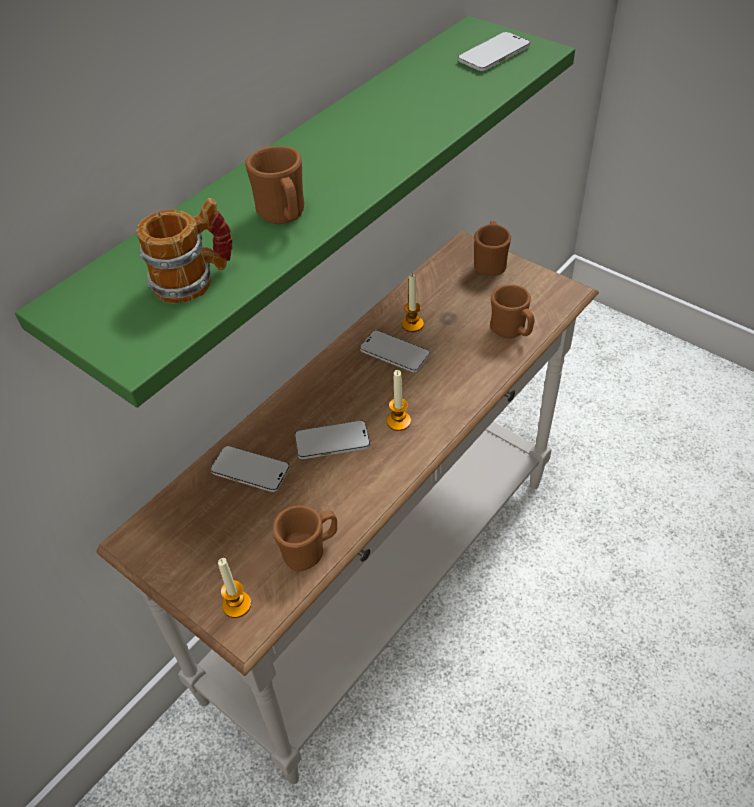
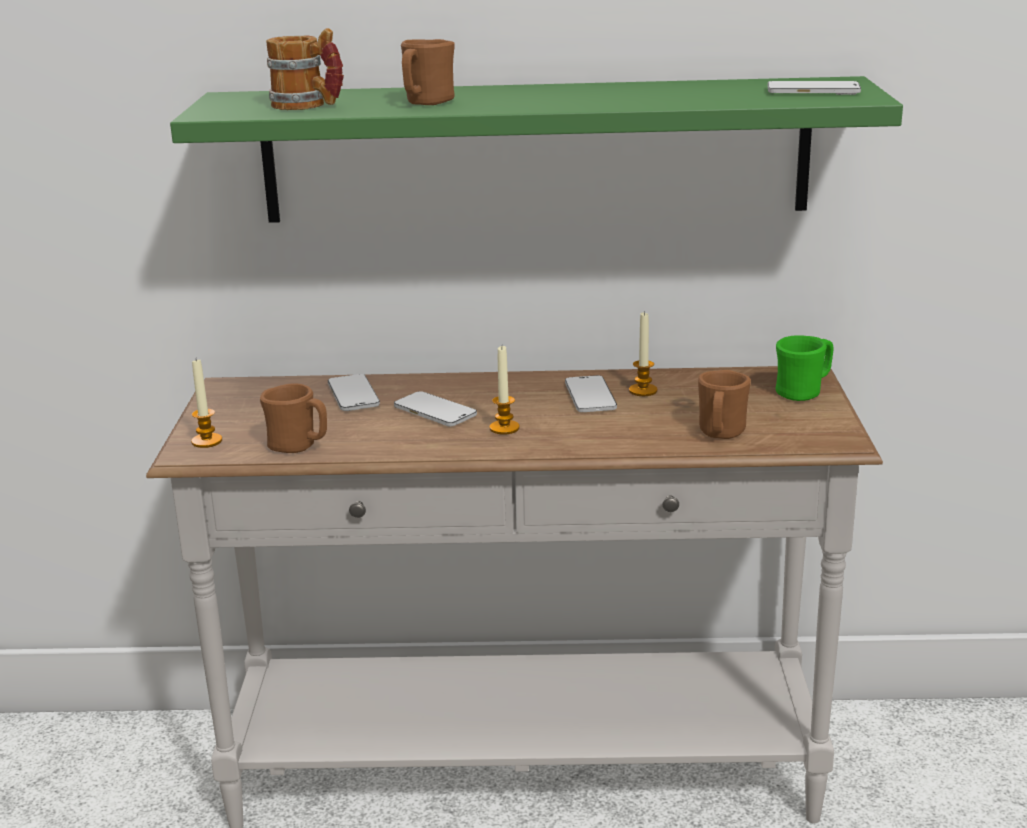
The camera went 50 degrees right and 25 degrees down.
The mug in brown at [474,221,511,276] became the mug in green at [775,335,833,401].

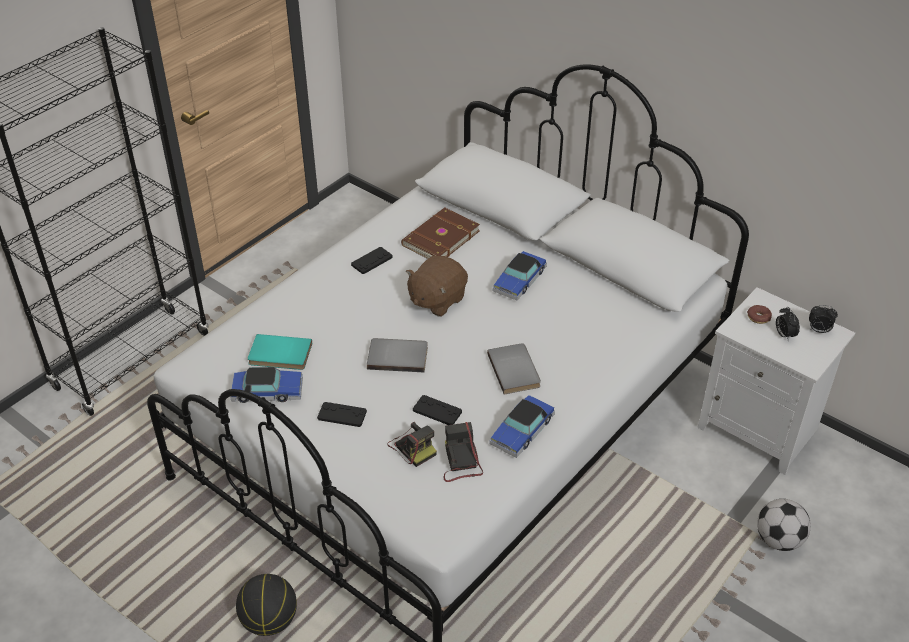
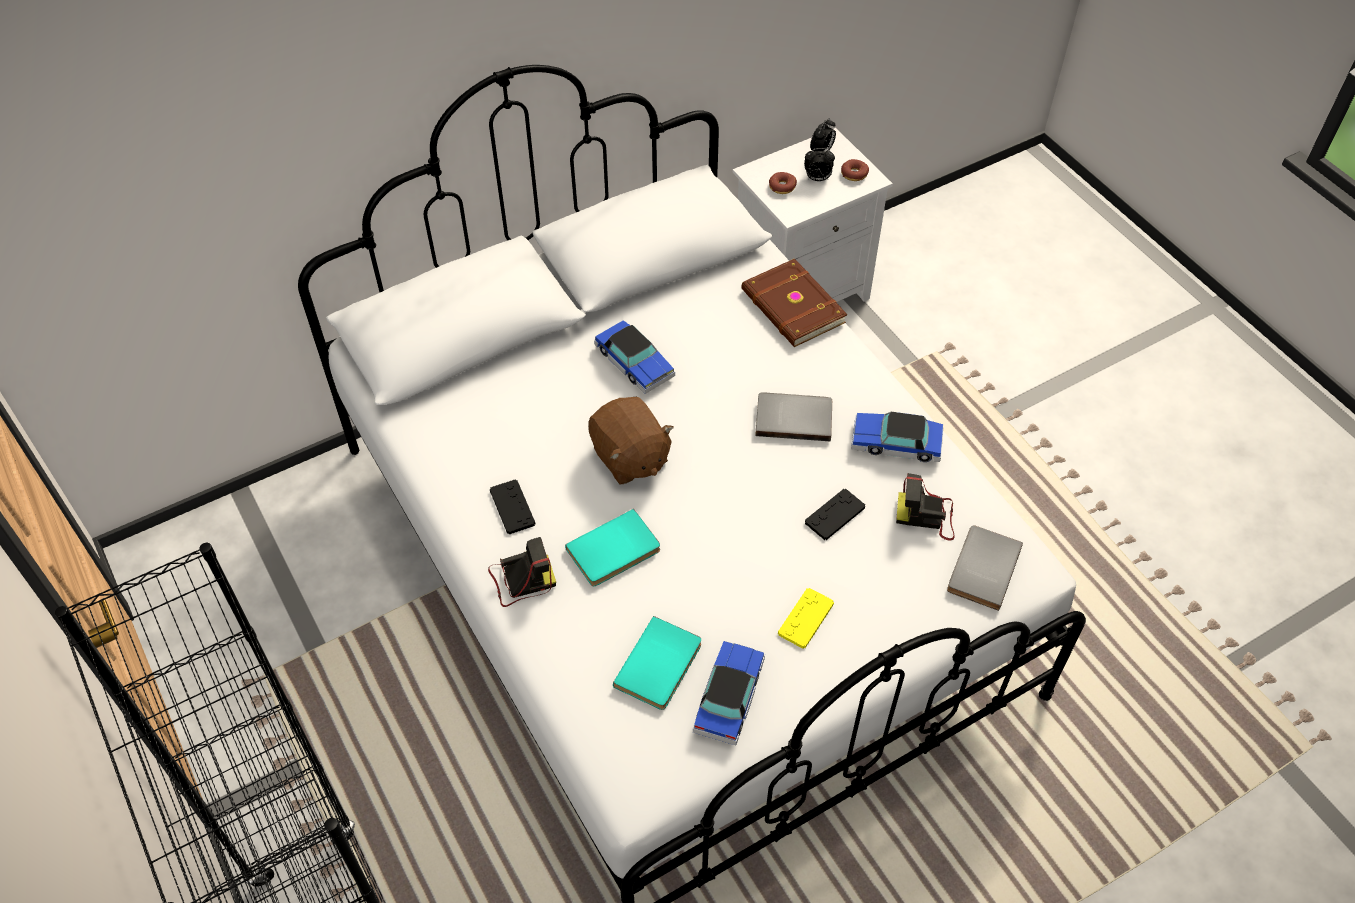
The camera went 70 degrees left and 10 degrees up.
The basketball at [236,574,297,636] disappeared.
The game controller in black at [317,402,367,427] became the game controller in yellow at [778,588,834,649].
The book in grey moved from [367,338,428,372] to [947,525,1023,611].
The photo camera moved from [387,422,437,467] to [488,537,556,607].
The book in brown moved from [401,207,480,259] to [741,258,848,347].
The toy car at [489,395,555,458] turned 135 degrees clockwise.
The football at [757,499,811,551] disappeared.
The book in turquoise at [565,509,660,586] appeared.
The donut at [841,159,869,181] appeared.

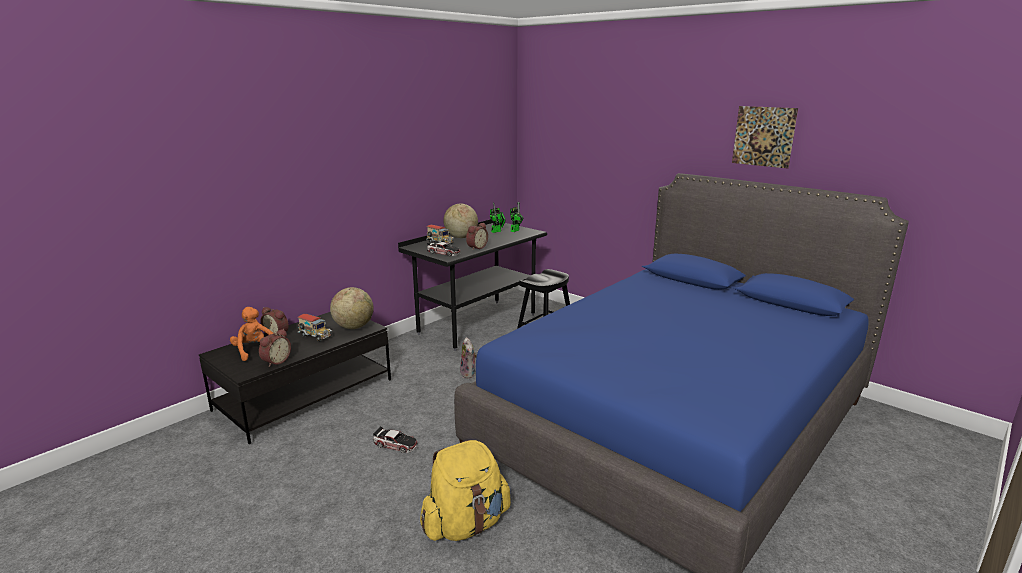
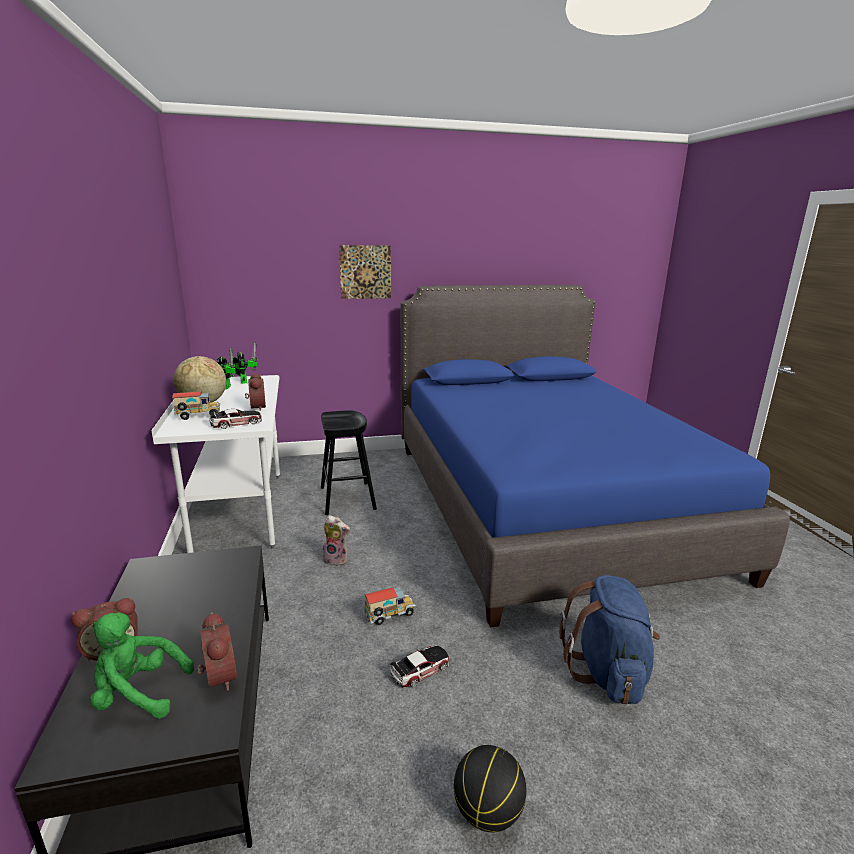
The camera went 55 degrees left and 0 degrees up.
The plush toy in orange at [230,307,273,361] became the plush toy in green at [90,613,194,719].
The toy truck moved from [297,314,332,342] to [365,587,416,625].
The globe at [330,287,374,329] disappeared.
The desk in black at [398,219,547,351] became the desk in white at [151,375,280,553].
The backpack in yellow at [420,440,511,541] became the backpack in blue at [560,575,660,704].
The picture moved from [732,106,798,168] to [339,245,391,299].
The basketball at [454,745,526,832] appeared.

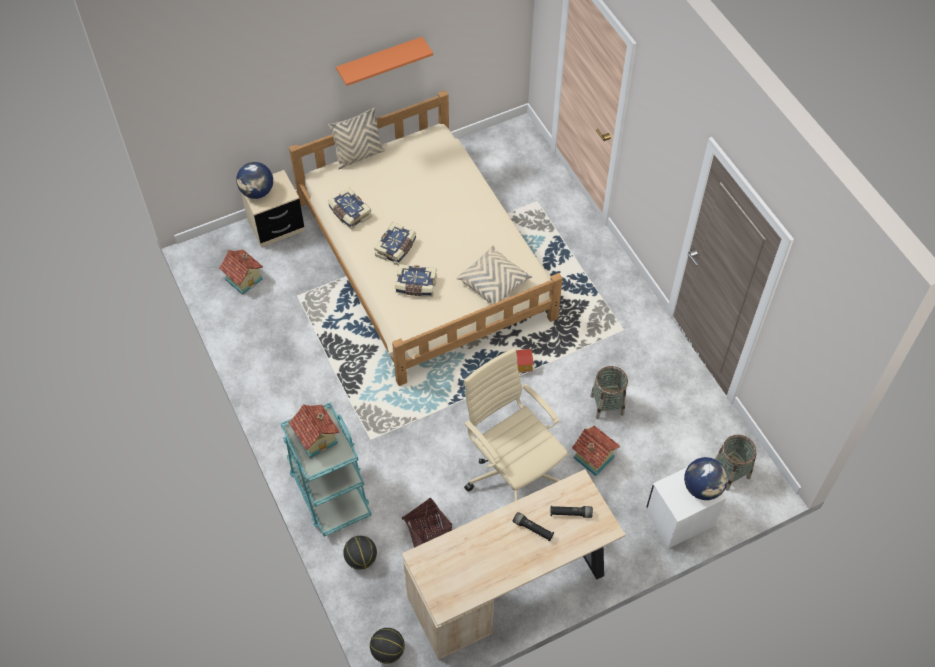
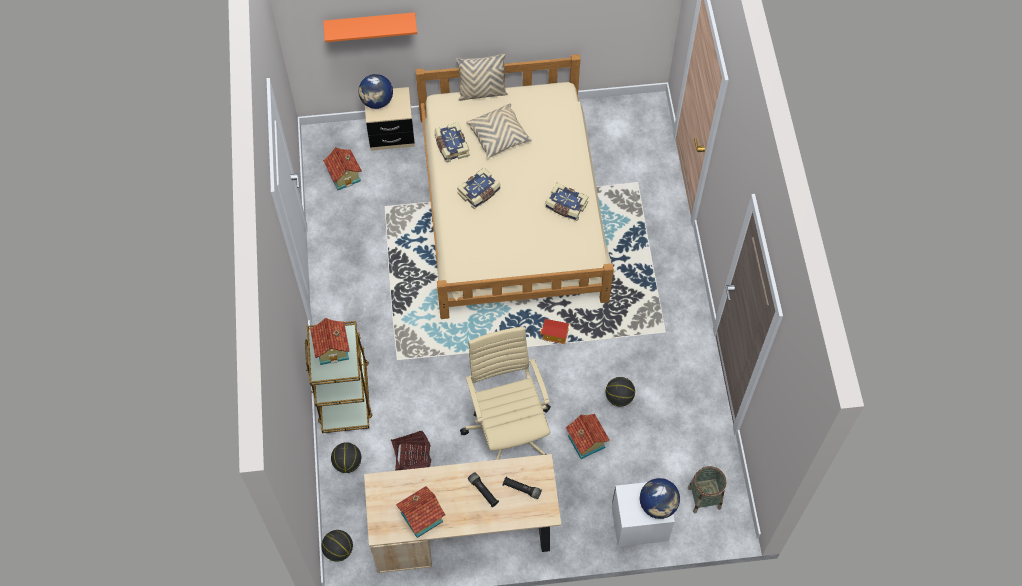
The camera went 20 degrees right and 5 degrees up.
The cart in turquoise at [281,403,371,537] became the cart in brown at [305,321,372,433].
The shelf in orange moved from [336,37,433,86] to [323,12,417,42].
The book moved from [395,264,437,297] to [545,183,589,221].
The pillow in beige moved from [456,246,533,304] to [466,104,532,159].
The basket at [590,366,628,419] was replaced by the basketball at [606,377,635,407].
The toy house at [396,486,445,538] appeared.

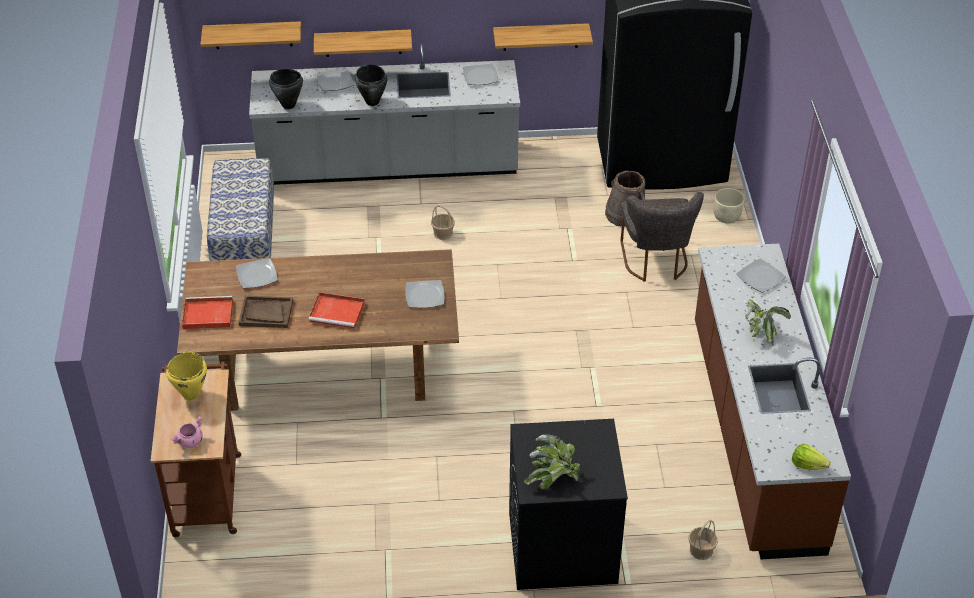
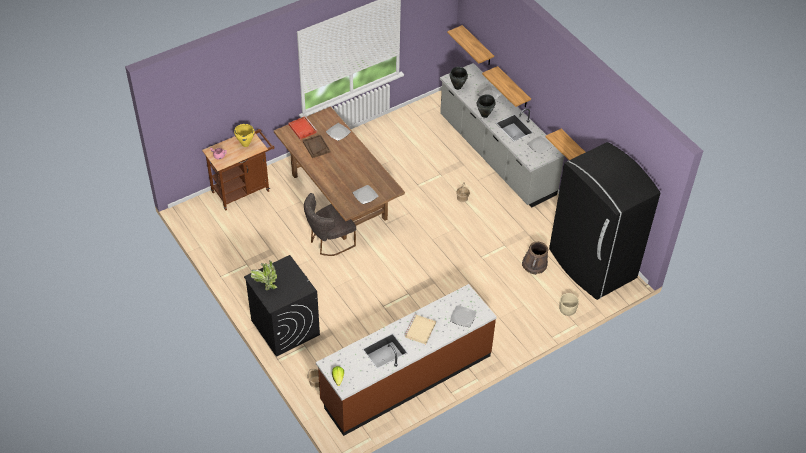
The camera went 60 degrees right and 5 degrees up.
The bench at [207,158,274,261] disappeared.
The tray in red at [308,292,365,329] disappeared.
The chair in grey moved from [620,192,704,282] to [304,193,356,256].
The potted plant at [746,300,791,347] was replaced by the tray in beige at [405,314,436,344].

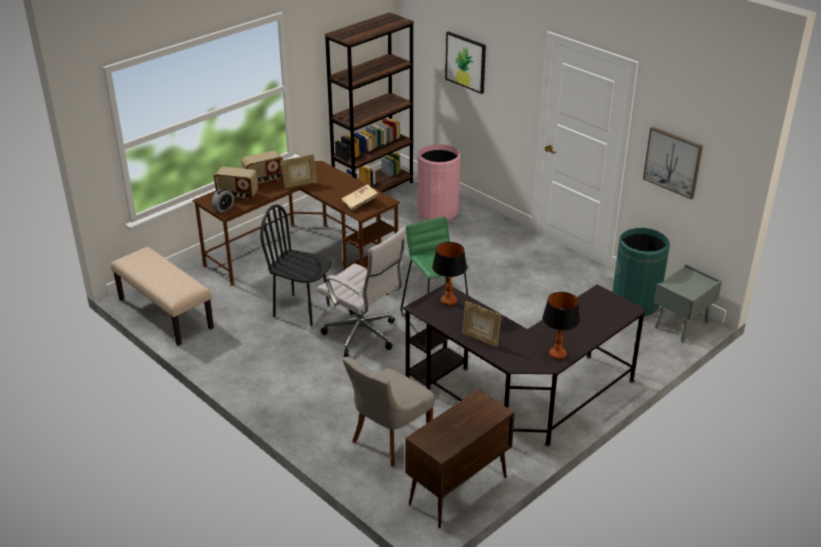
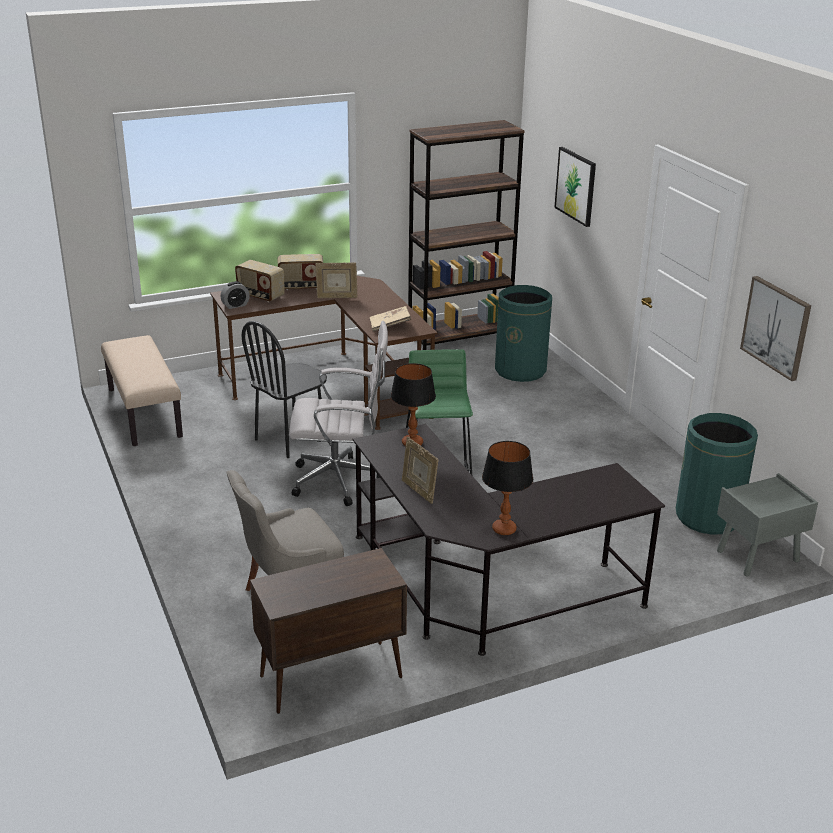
The camera went 20 degrees right and 5 degrees down.
The chair in black at [260,204,331,326] turned 90 degrees counterclockwise.
The office chair in white at [317,227,407,357] turned 60 degrees counterclockwise.
The trash can in pink at [418,144,461,221] became the trash can in green at [495,285,552,382].

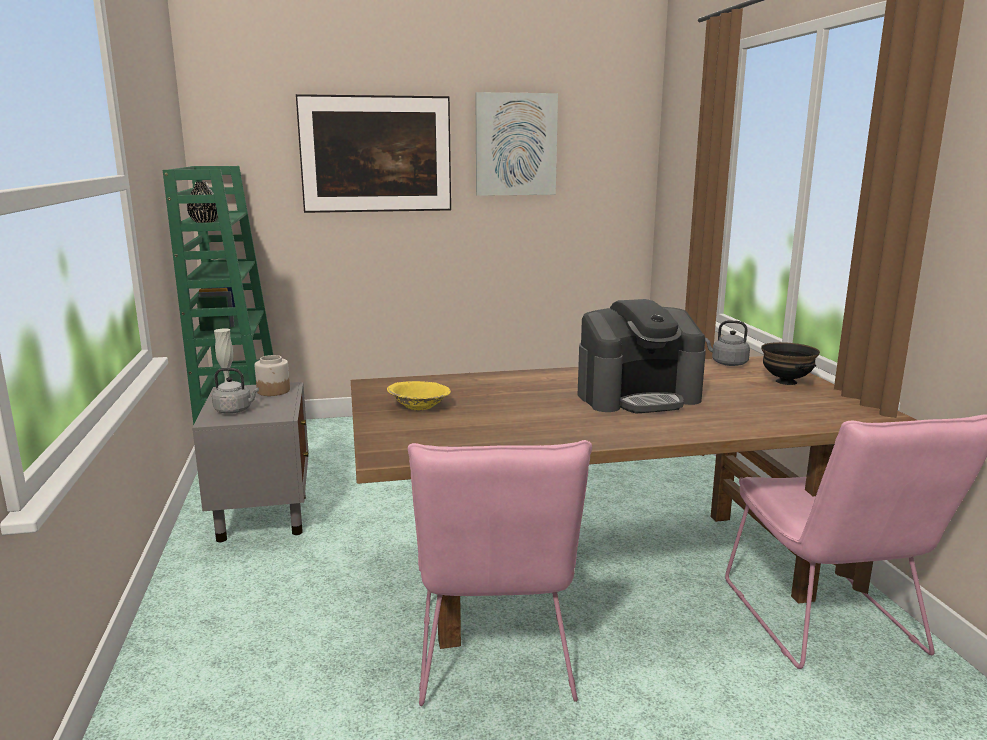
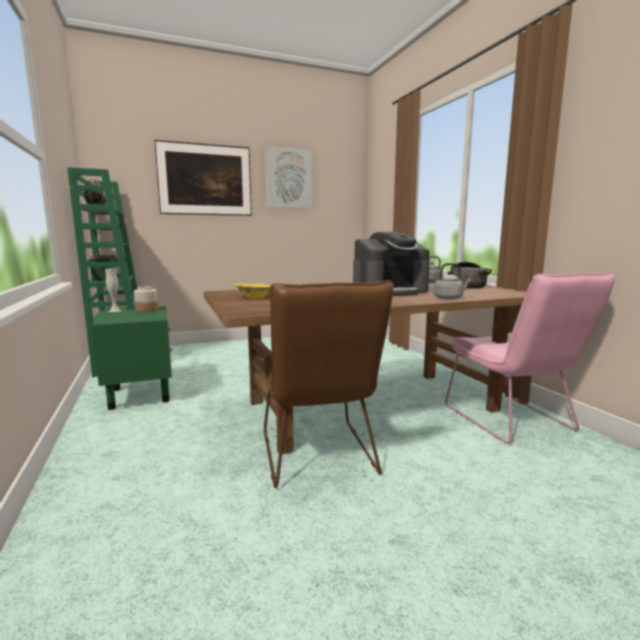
The camera went 10 degrees left and 5 degrees down.
The nightstand in grey at [192,382,309,542] became the nightstand in green at [92,306,172,410].
The kettle in grey moved from [212,368,259,414] to [434,263,471,300].
The chair in pink at [408,440,592,706] became the chair in brown at [263,280,394,488].
The bowl in black at [761,342,820,385] was replaced by the cooking pot at [451,262,491,289].

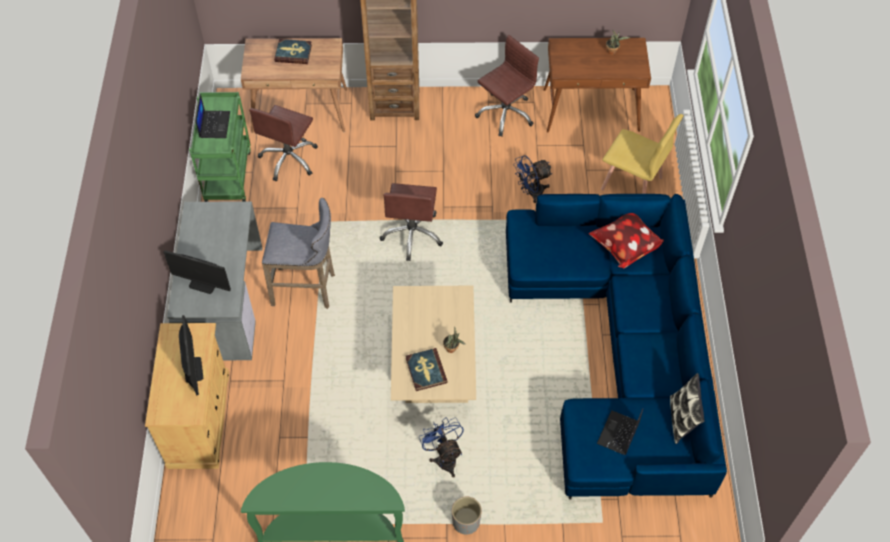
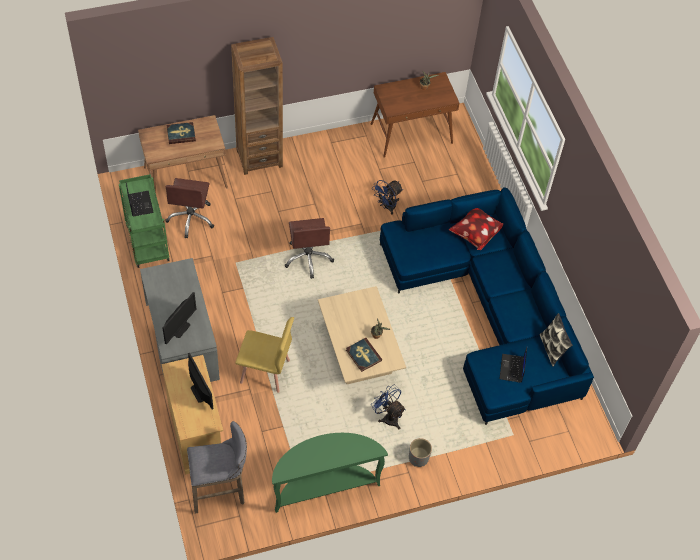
The camera went 20 degrees left and 0 degrees up.
The monitor at [164,250,231,294] turned 60 degrees counterclockwise.
The stool in grey moved from [262,198,335,309] to [187,421,247,513].
The office chair in brown at [475,35,539,137] disappeared.
The chair in yellow moved from [601,114,684,194] to [235,317,294,393].

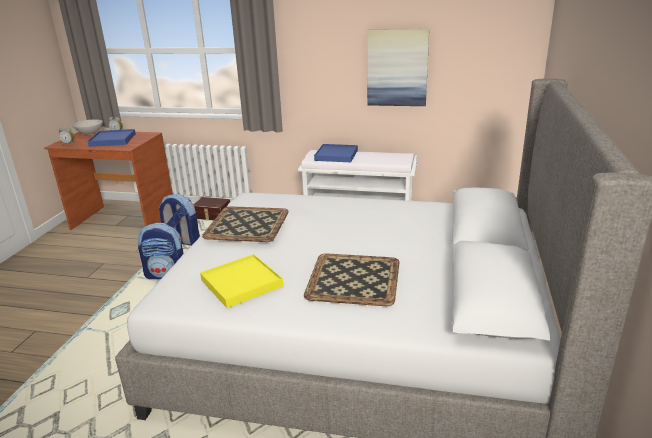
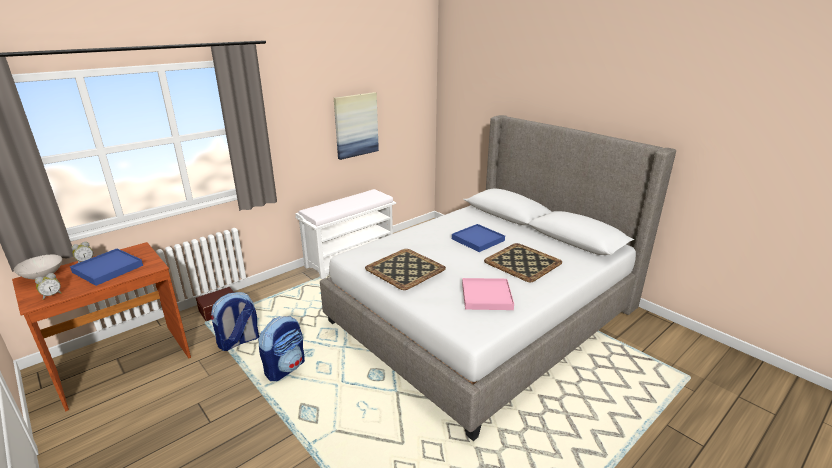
The camera went 55 degrees left and 0 degrees up.
The tray in yellow at [200,254,283,308] became the tray in pink at [462,278,514,310].
The tray in blue moved from [314,144,358,162] to [452,224,505,252].

